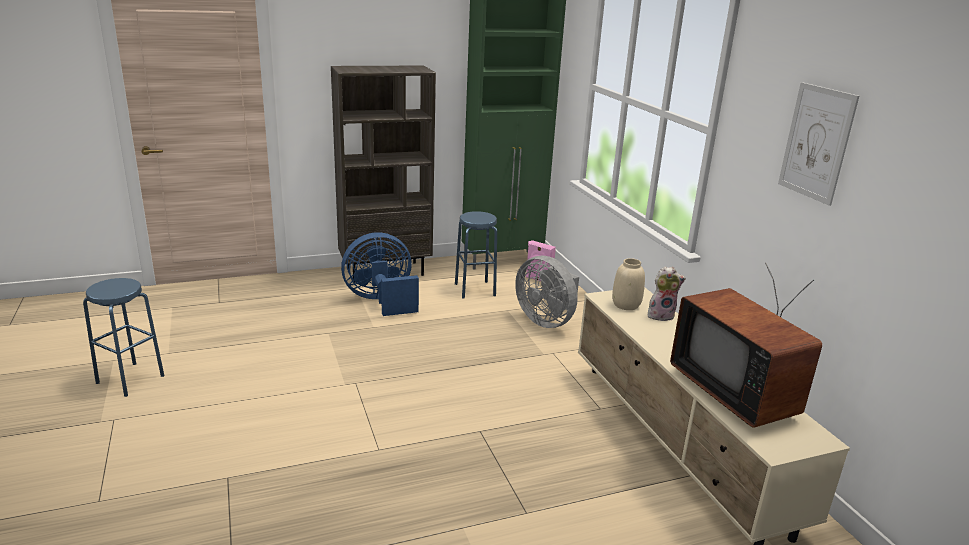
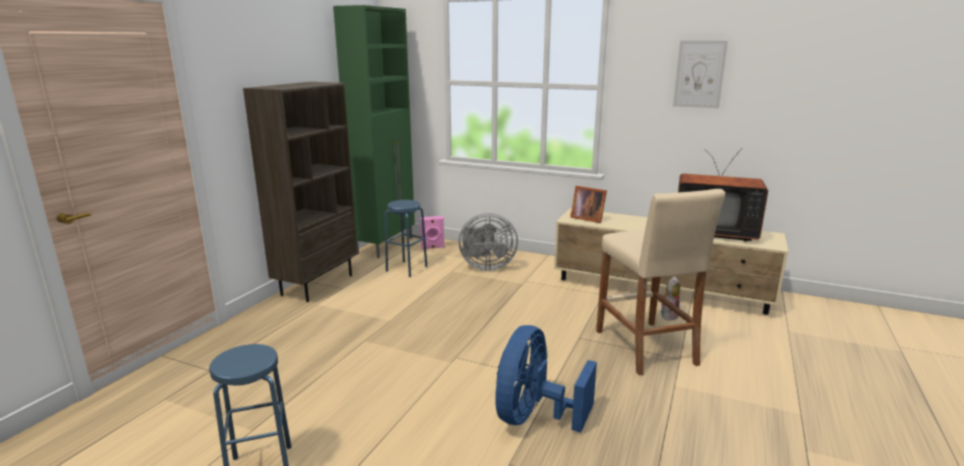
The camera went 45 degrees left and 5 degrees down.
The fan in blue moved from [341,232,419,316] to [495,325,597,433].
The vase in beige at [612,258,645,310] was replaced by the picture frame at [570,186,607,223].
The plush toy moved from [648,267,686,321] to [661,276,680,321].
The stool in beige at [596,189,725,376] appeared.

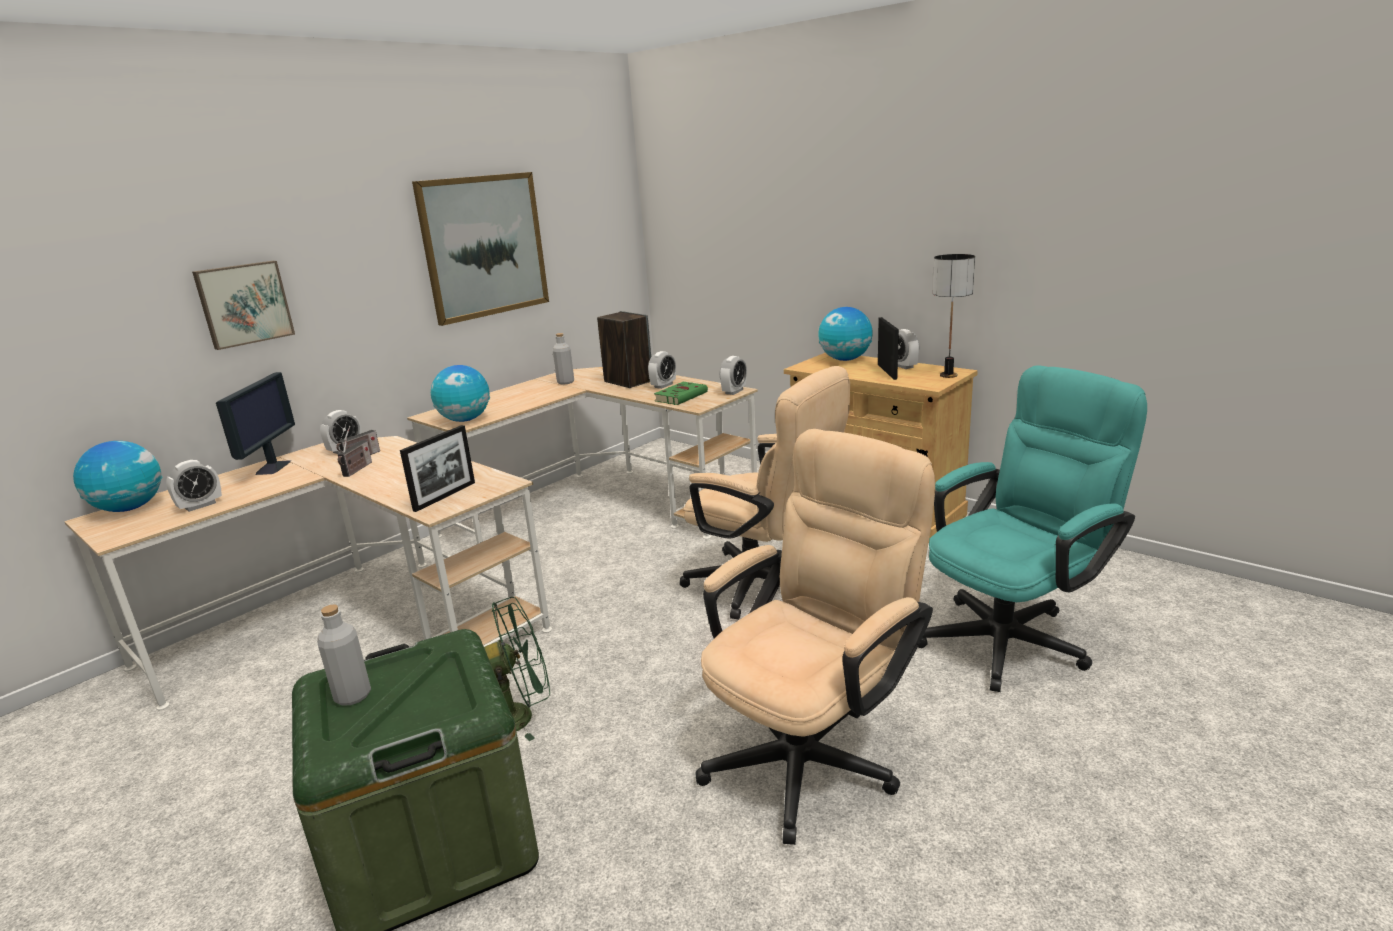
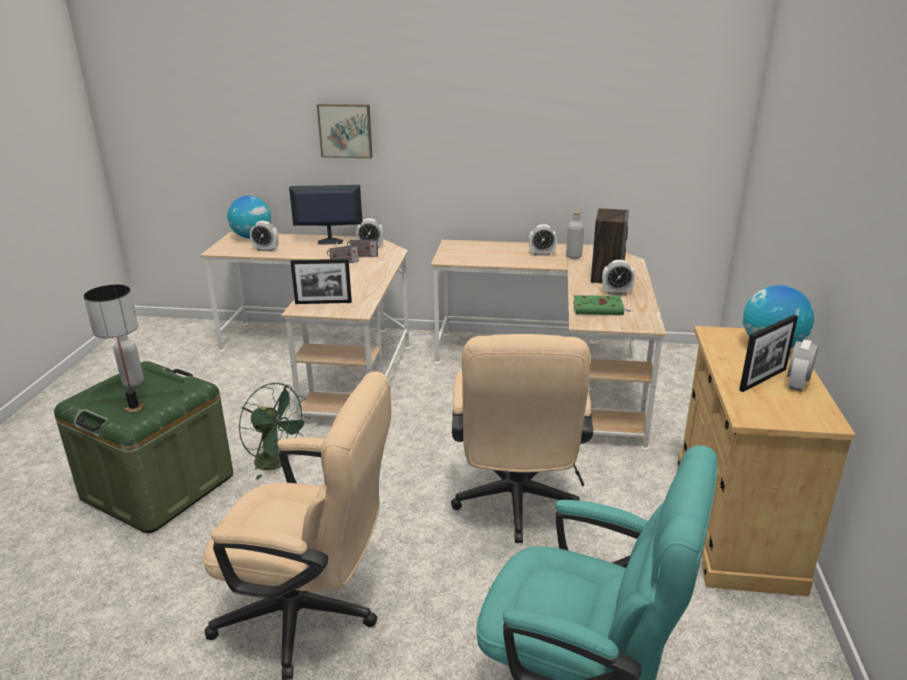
The camera went 55 degrees right and 5 degrees up.
The monitor at [216,372,295,475] turned 150 degrees counterclockwise.
The picture at [412,172,549,326] disappeared.
The globe at [431,365,490,422] disappeared.
The alarm clock moved from [720,356,747,395] to [529,224,557,256].
The table lamp moved from [933,254,975,378] to [84,284,144,413].

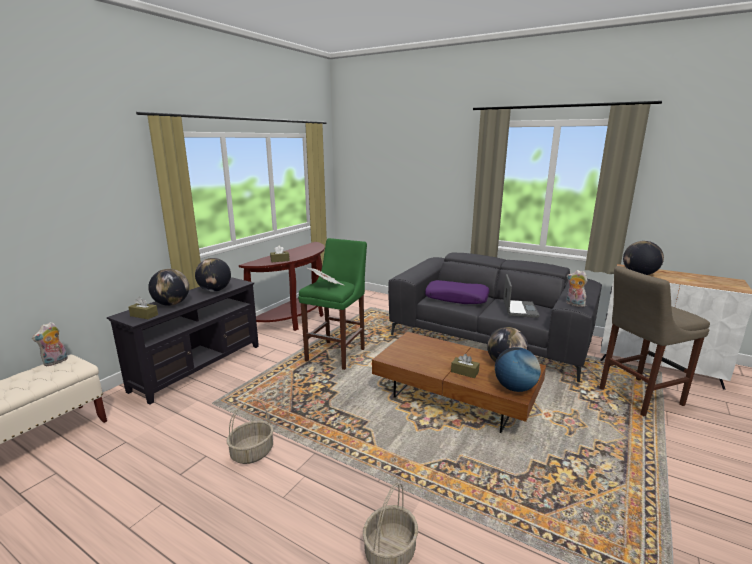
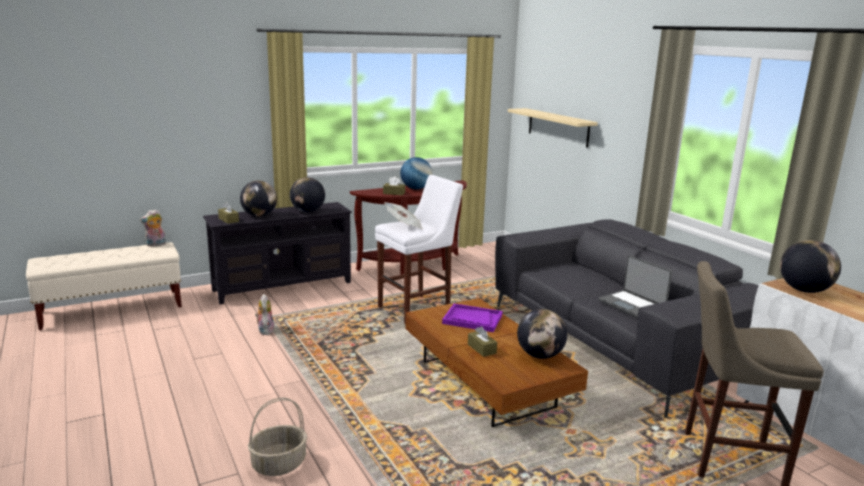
The camera went 30 degrees right and 0 degrees up.
The basket at [227,399,274,464] disappeared.
The stool in green at [298,238,367,370] became the stool in white at [375,175,463,324].
The pillow in purple at [425,280,489,304] disappeared.
The globe moved from [495,347,541,392] to [400,157,432,189].
The laptop at [503,274,540,318] turned 105 degrees clockwise.
The plush toy moved from [566,270,588,307] to [255,294,274,335].
The tray in purple at [442,304,503,332] appeared.
The shelf at [508,108,598,148] appeared.

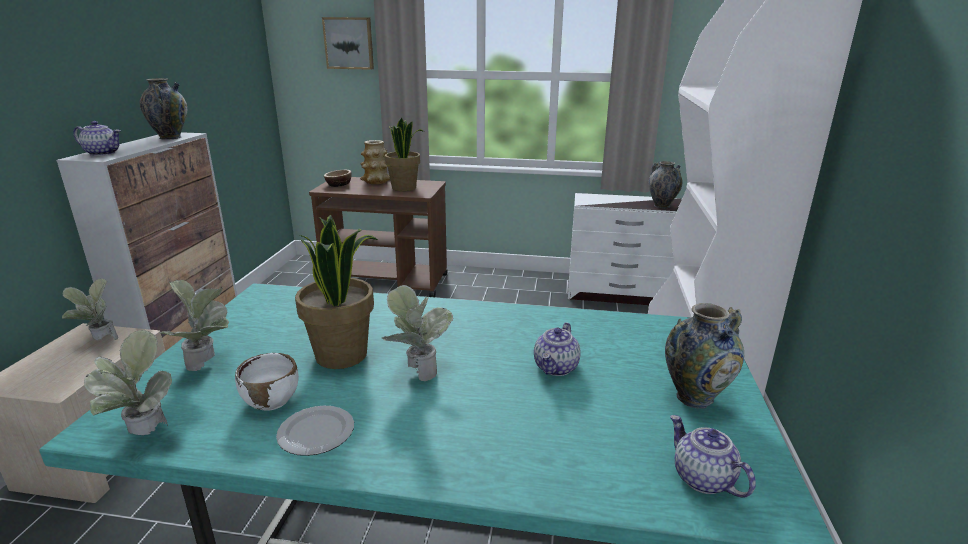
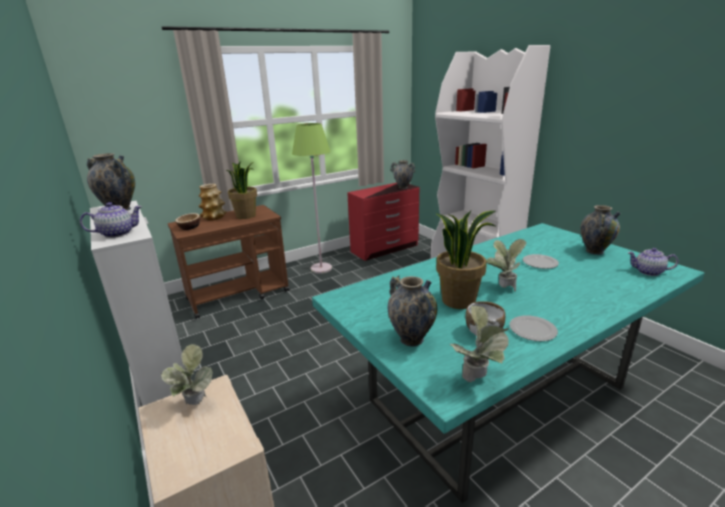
The camera went 40 degrees left and 0 degrees up.
The potted plant at [159,280,229,371] was replaced by the vase at [388,275,437,347].
The picture at [322,17,374,70] disappeared.
The teapot at [534,322,581,376] was replaced by the plate at [523,254,559,269].
The dresser in white at [568,193,681,305] became the dresser in red at [347,183,419,261].
The floor lamp in green at [292,123,332,274] appeared.

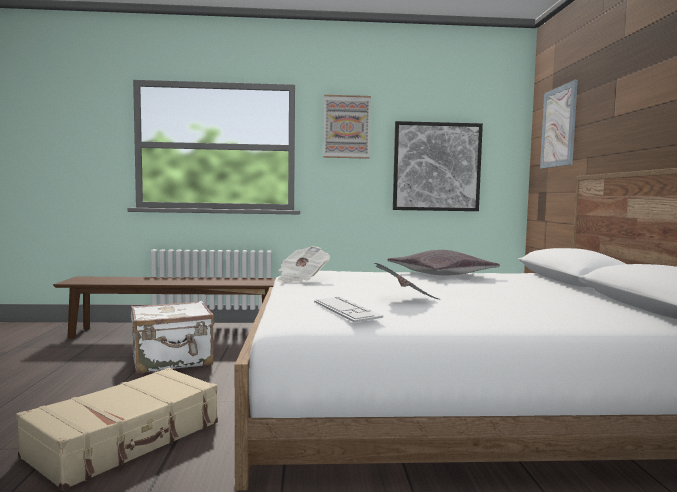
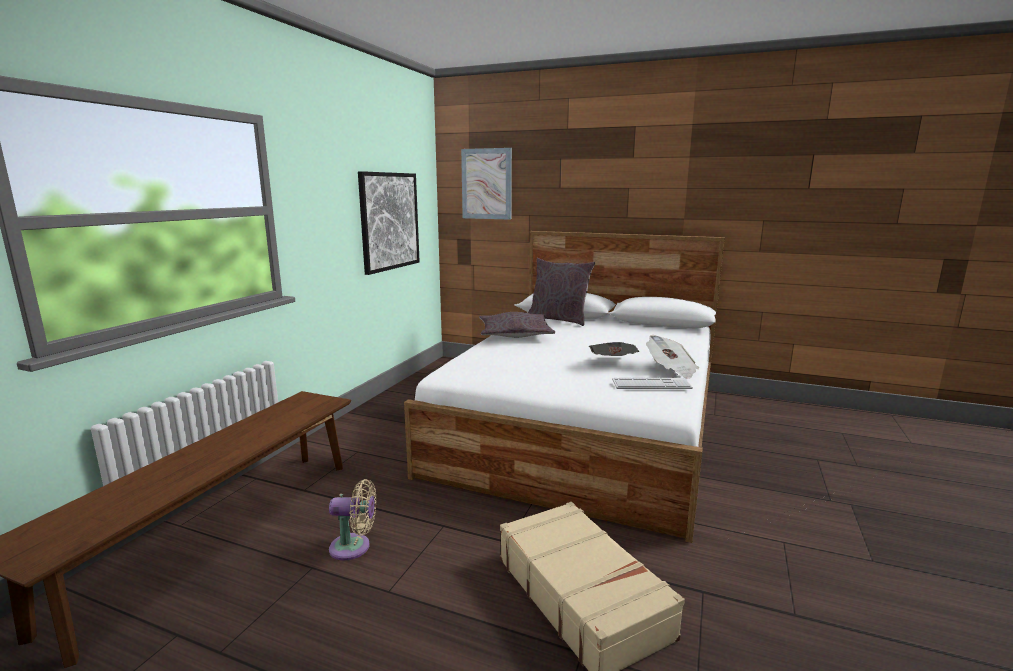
The camera went 65 degrees left and 10 degrees up.
The suitcase in white at [131,301,214,374] was replaced by the fan in beige at [329,479,376,561].
The newspaper moved from [277,246,330,283] to [646,335,699,379].
The picture at [323,95,371,159] disappeared.
The pillow in grey at [528,258,595,326] appeared.

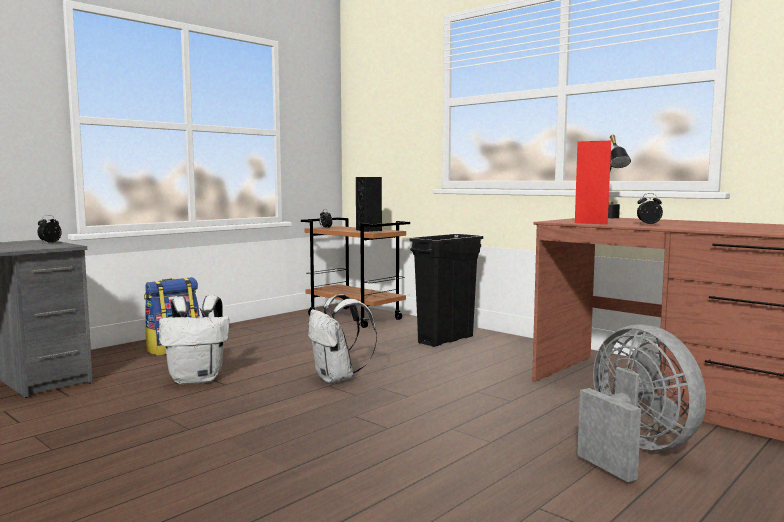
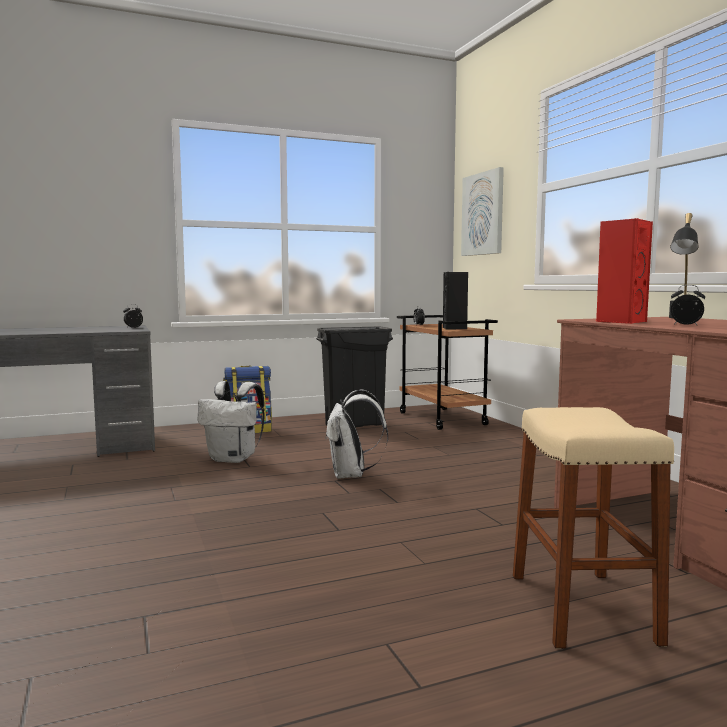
The camera went 25 degrees right and 0 degrees up.
The trash can in black moved from [409,234,483,347] to [316,327,393,427].
The fan in grey at [577,324,706,482] was replaced by the stool in beige at [513,407,674,649].
The picture at [461,167,504,256] appeared.

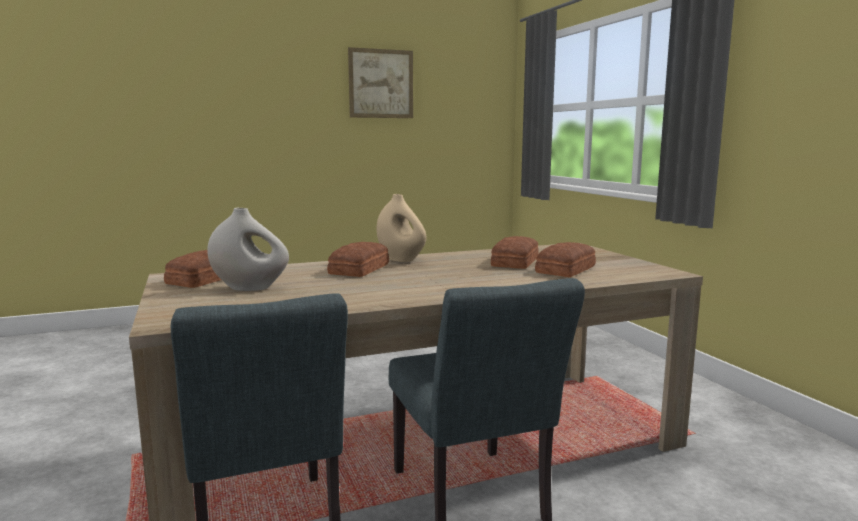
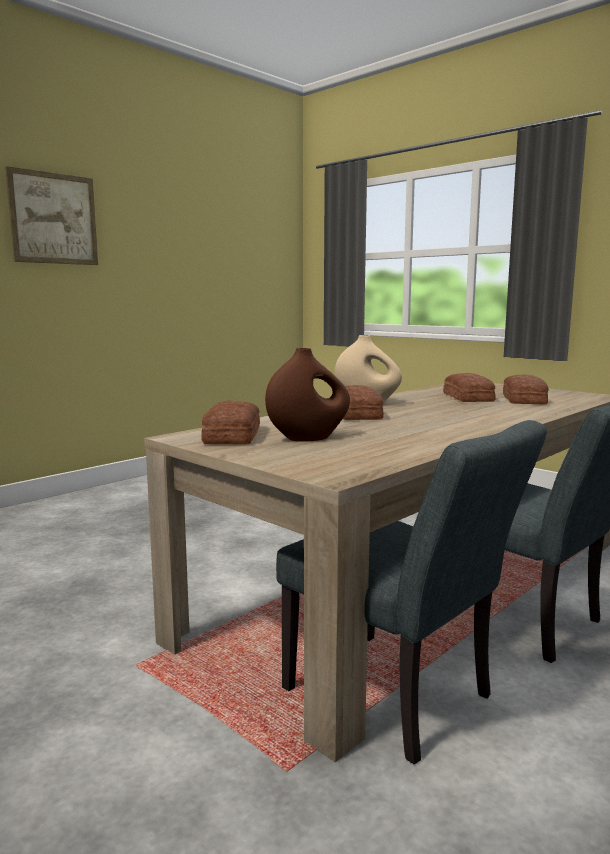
The camera went 25 degrees left and 0 degrees up.
The vase in white at [207,208,289,291] became the vase in brown at [265,348,350,442].
The picture moved from [348,47,413,118] to [5,166,98,265].

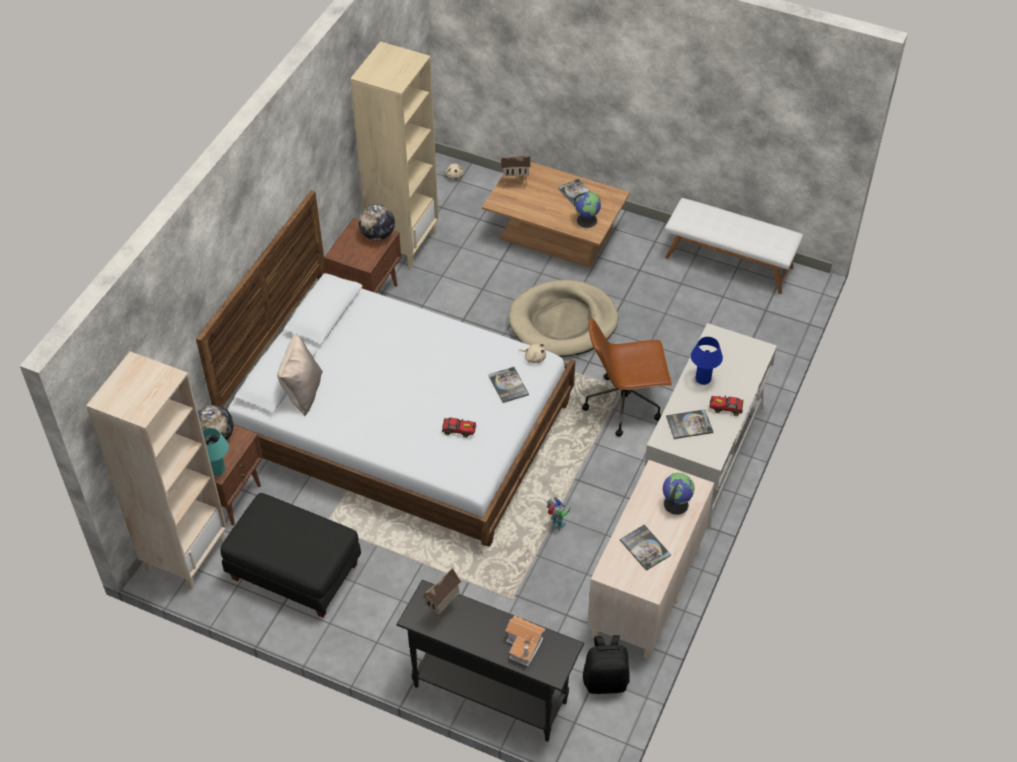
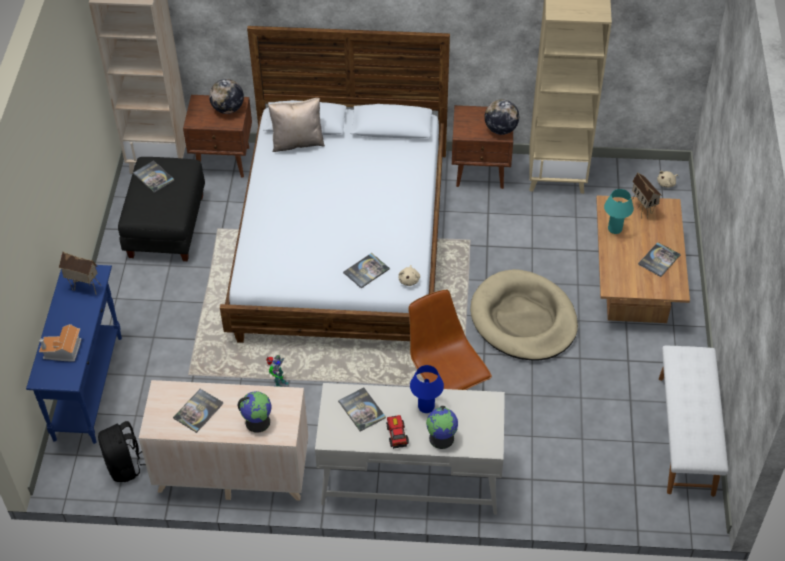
The camera went 70 degrees right and 0 degrees up.
The table lamp in turquoise moved from [203,428,229,476] to [604,189,634,234].
The console table in black at [396,580,584,742] became the console table in blue at [26,265,122,444].
The toy car at [442,418,476,438] disappeared.
The globe moved from [574,192,601,228] to [426,406,458,449].
The book at [133,160,175,193] appeared.

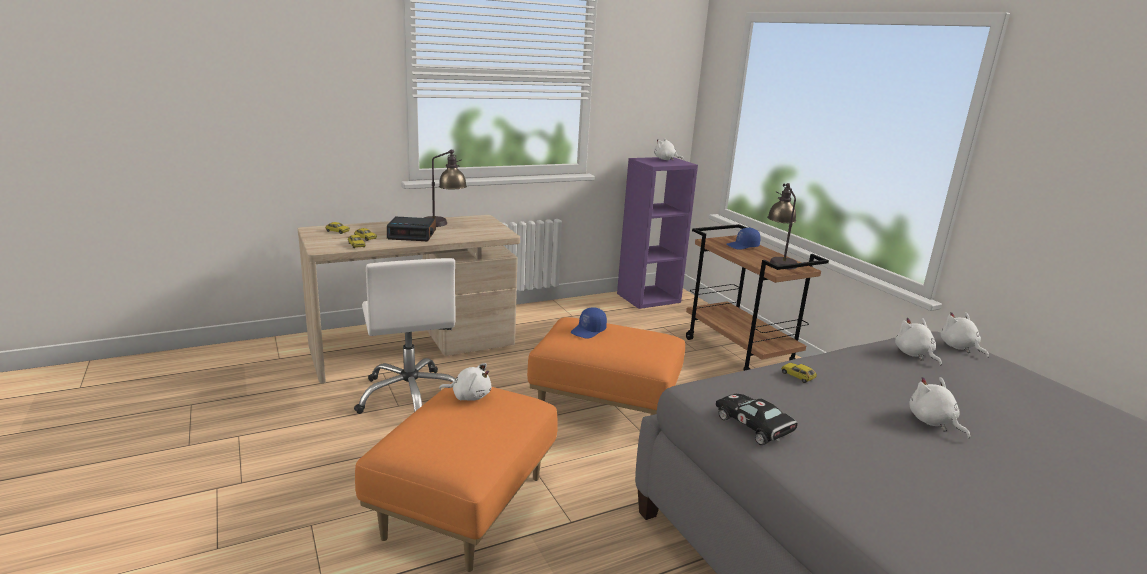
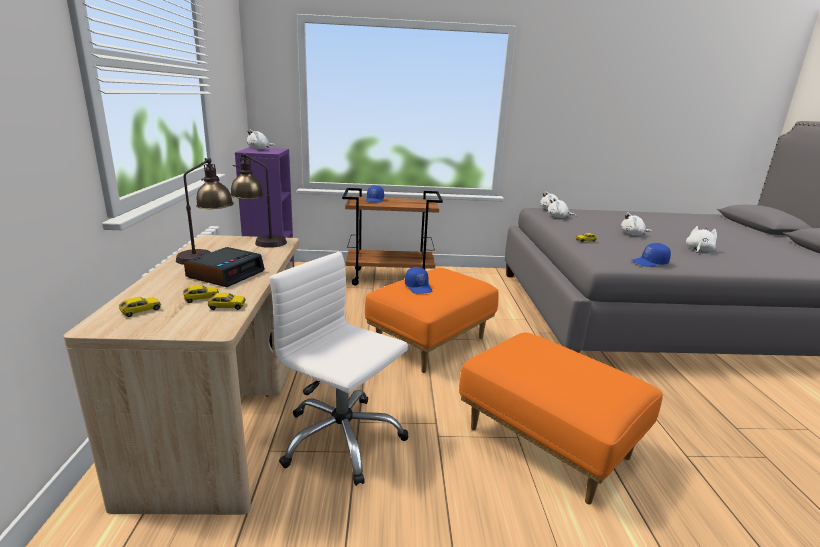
The camera went 65 degrees left and 0 degrees up.
The office chair in white at [354,258,455,414] turned 150 degrees counterclockwise.
The plush toy in white moved from [439,363,491,401] to [686,226,717,253].
The toy car in black at [716,394,798,445] was replaced by the cap in blue at [632,243,671,267].
The table lamp moved from [767,183,798,269] to [231,153,287,248].

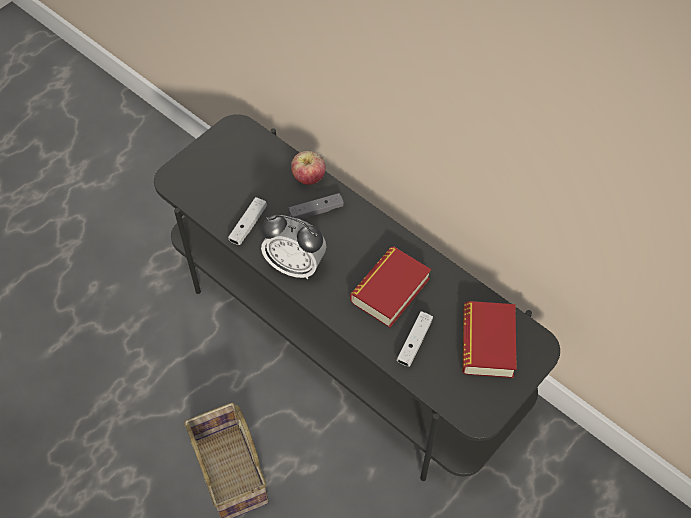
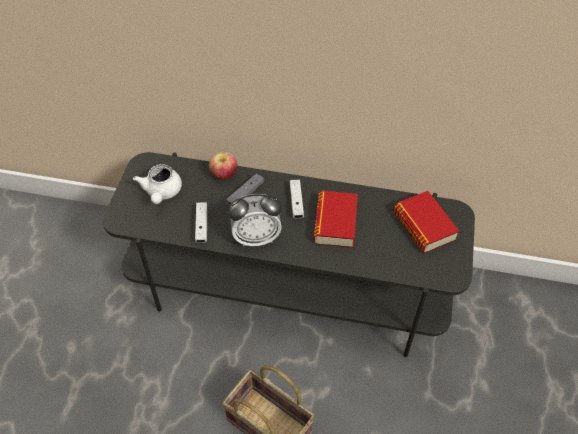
The camera went 30 degrees left and 5 degrees down.
The game controller in white moved from [397,311,433,367] to [290,180,304,218].
The teapot in white at [133,164,182,204] appeared.

